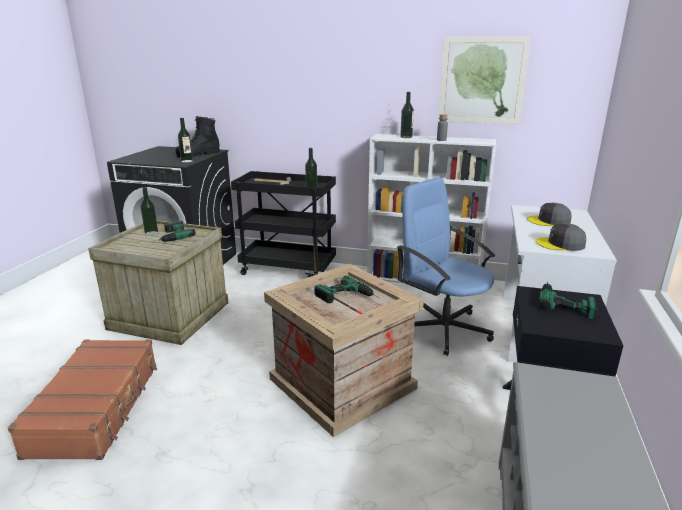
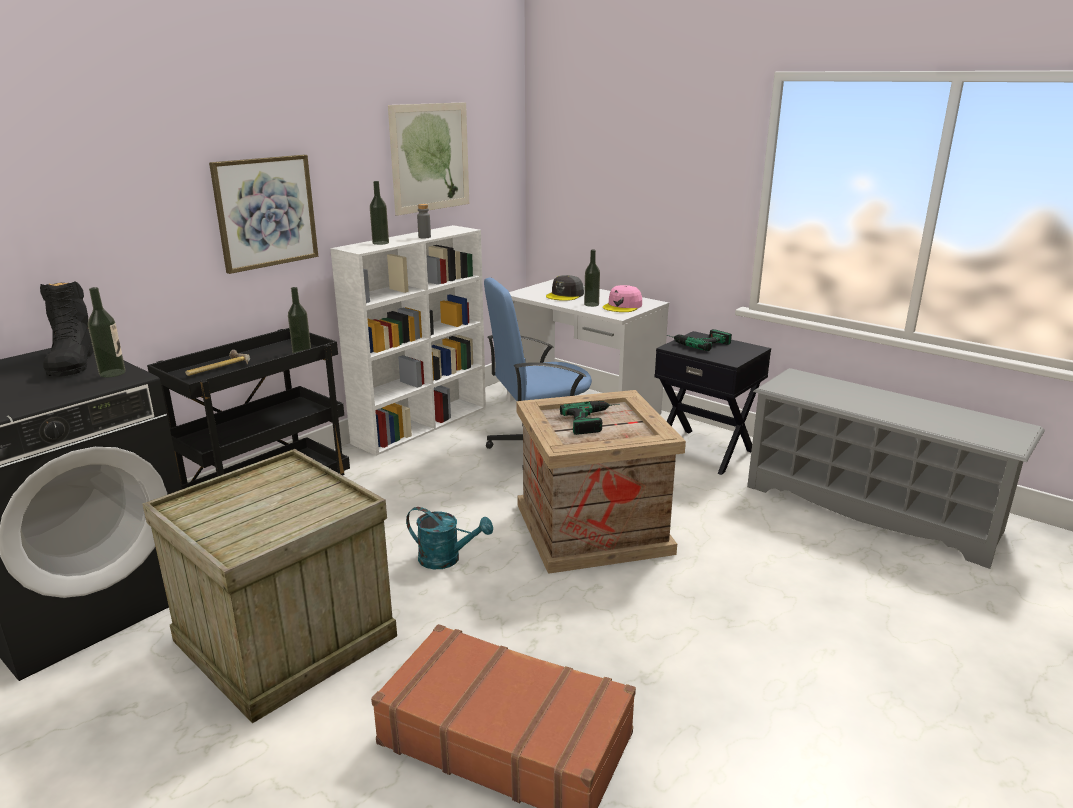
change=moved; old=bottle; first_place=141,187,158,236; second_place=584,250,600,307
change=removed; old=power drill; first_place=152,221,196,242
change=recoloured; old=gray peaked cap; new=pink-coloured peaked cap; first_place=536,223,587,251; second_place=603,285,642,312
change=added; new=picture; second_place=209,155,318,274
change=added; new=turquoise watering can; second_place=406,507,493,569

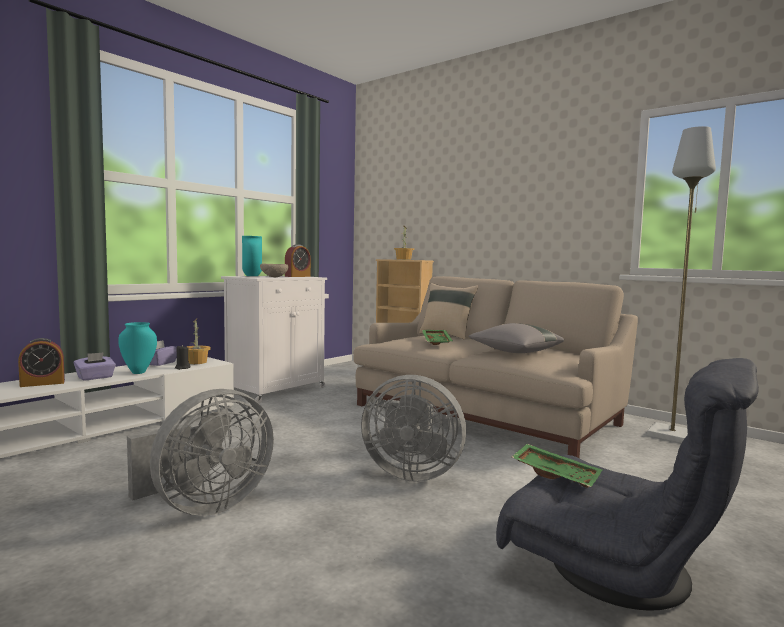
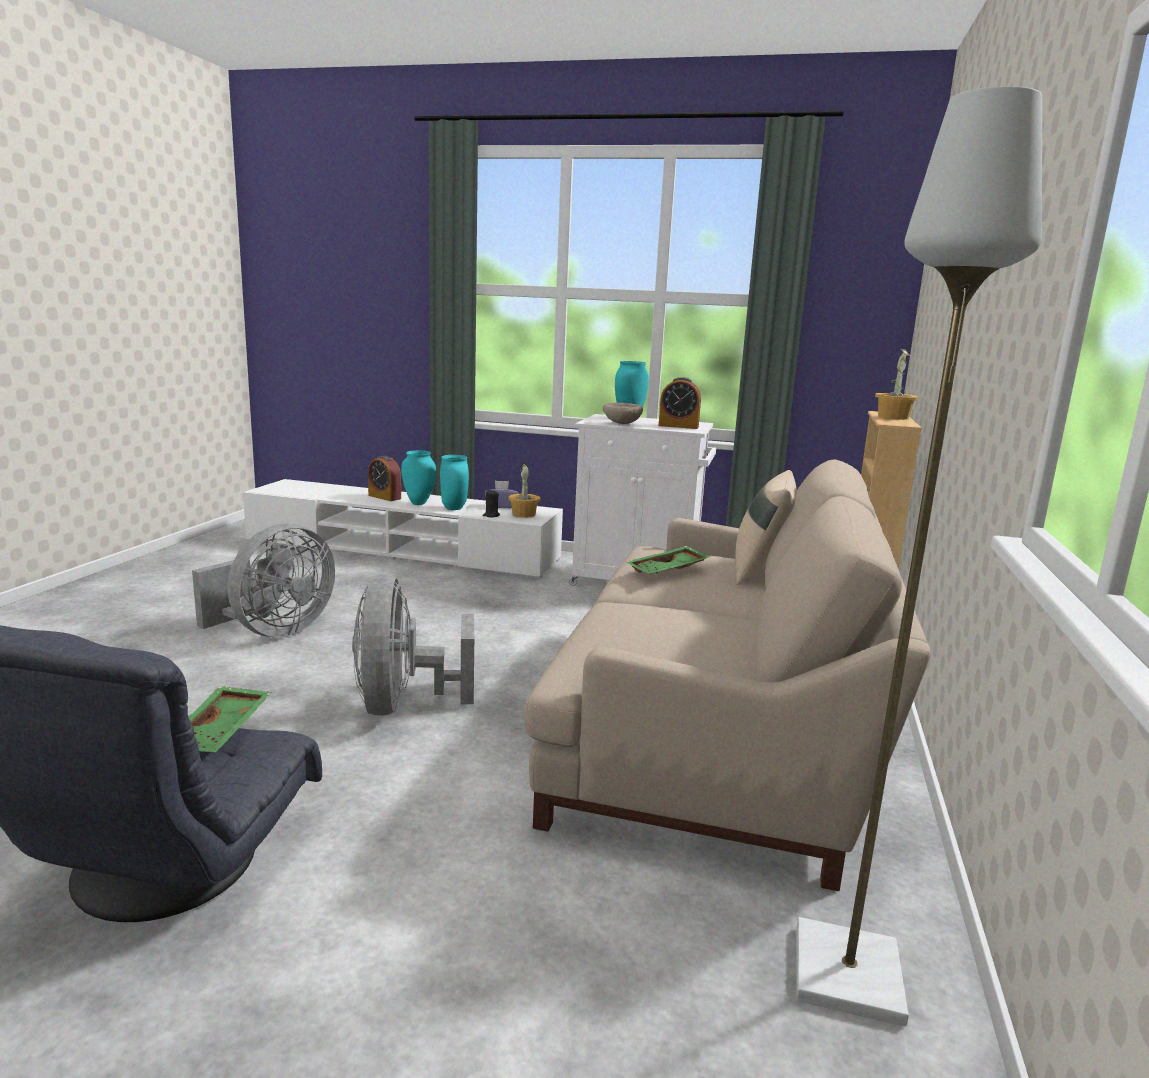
change=removed; old=gray throw pillow; first_place=468,323,564,353
change=replaced; old=purplish tissue box; new=turquoise decorative vase; first_place=74,352,116,381; second_place=401,450,436,505
change=turned; old=gray fan; first_place=127,389,274,516; second_place=192,524,335,637; degrees=-75

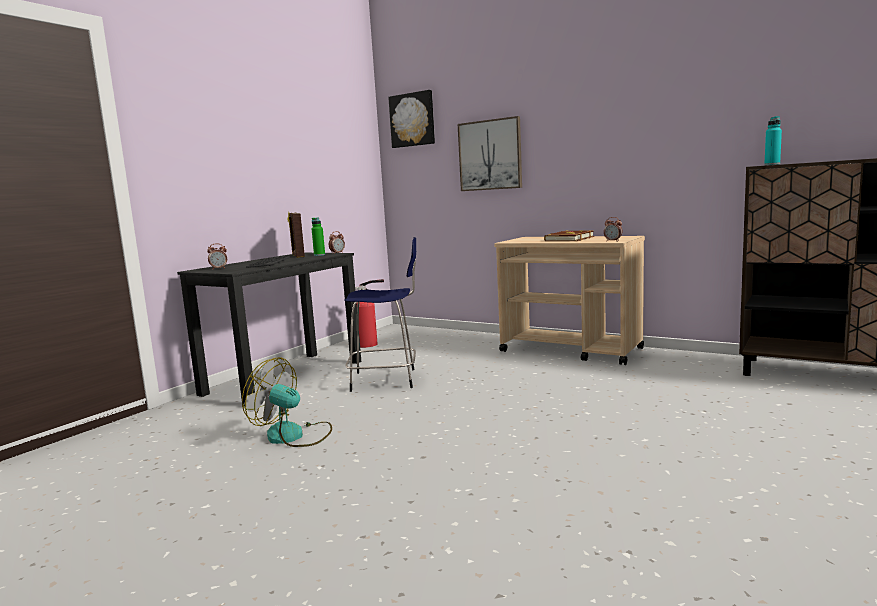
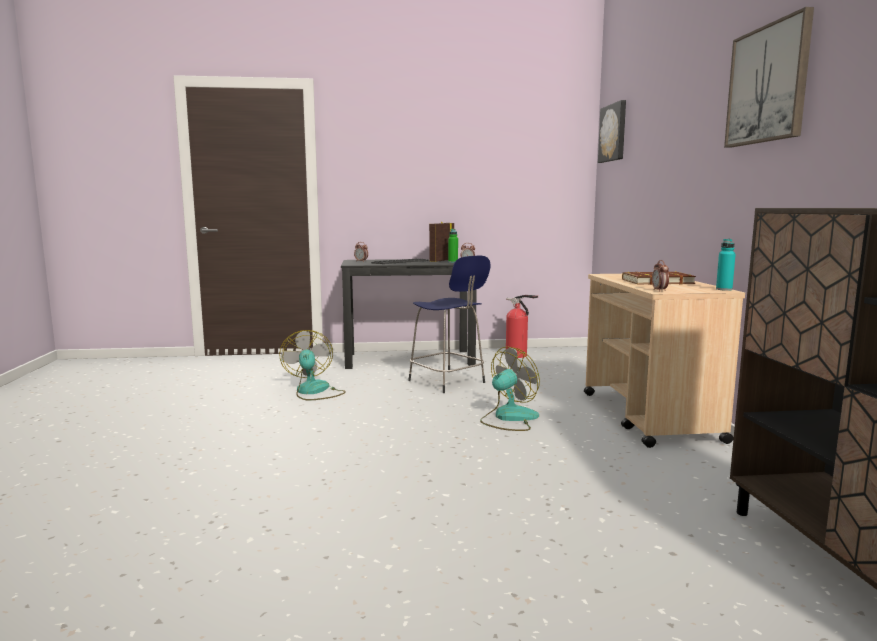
change=moved; old=picture; first_place=458,116,522,191; second_place=724,7,814,148
change=moved; old=turquoise bottle; first_place=764,116,782,165; second_place=716,239,736,291
change=added; new=fan; second_place=480,347,540,431

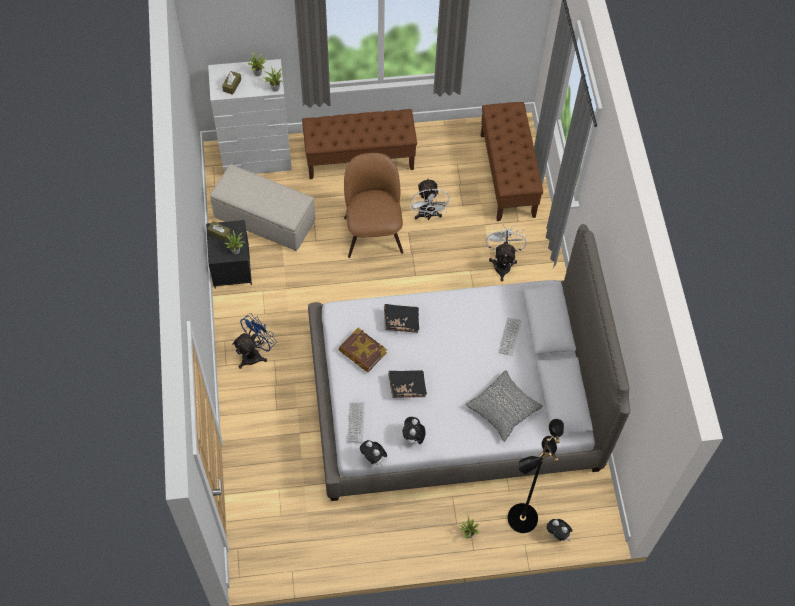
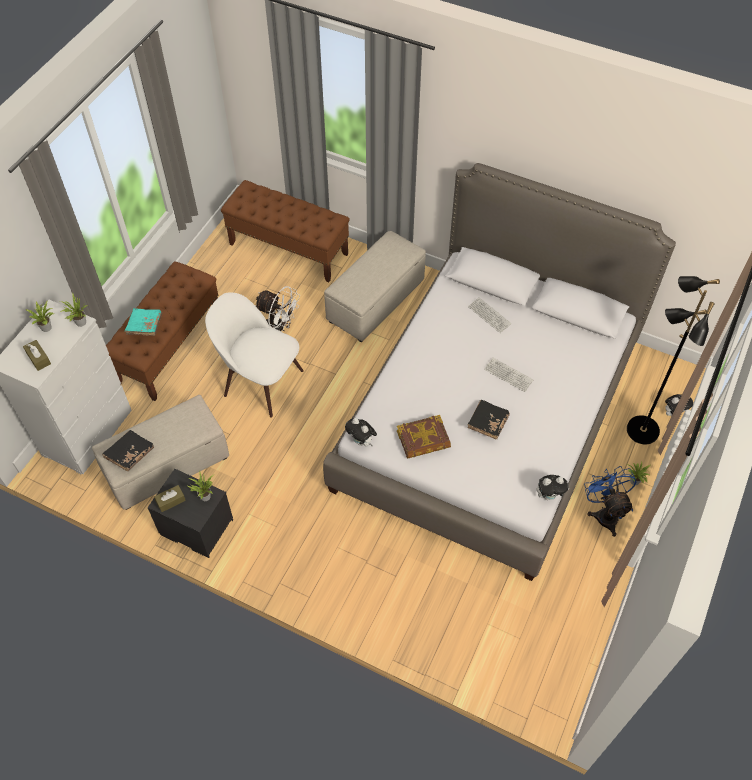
change=recoloured; old=brown chair; new=white-coloured chair; first_place=344,153,404,258; second_place=205,292,304,418
change=replaced; old=white-coloured fan; new=beige ottoman; first_place=486,224,526,281; second_place=324,231,426,342
change=moved; old=black-coloured book; first_place=384,304,419,333; second_place=102,430,154,471
change=moved; old=blue-coloured fan; first_place=232,313,277,369; second_place=584,466,637,537
change=removed; old=gray throw pillow; first_place=465,370,543,442
change=moved; old=computer keyboard; first_place=347,402,365,443; second_place=484,358,534,392
change=moved; old=plush toy; first_place=403,417,426,444; second_place=345,418,377,446
change=added; new=turquoise book; second_place=125,308,162,336

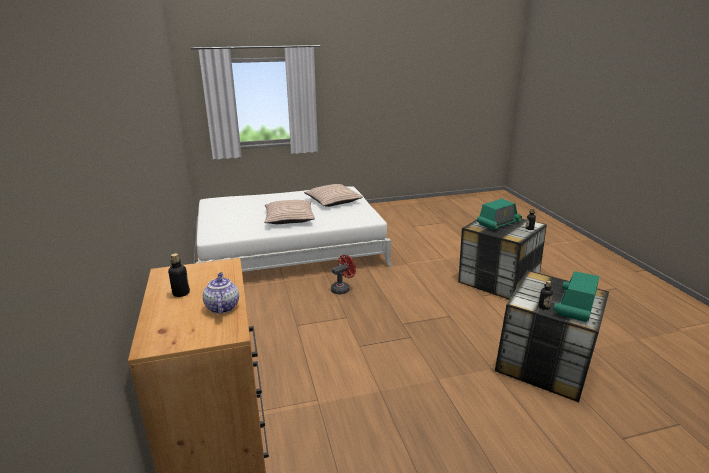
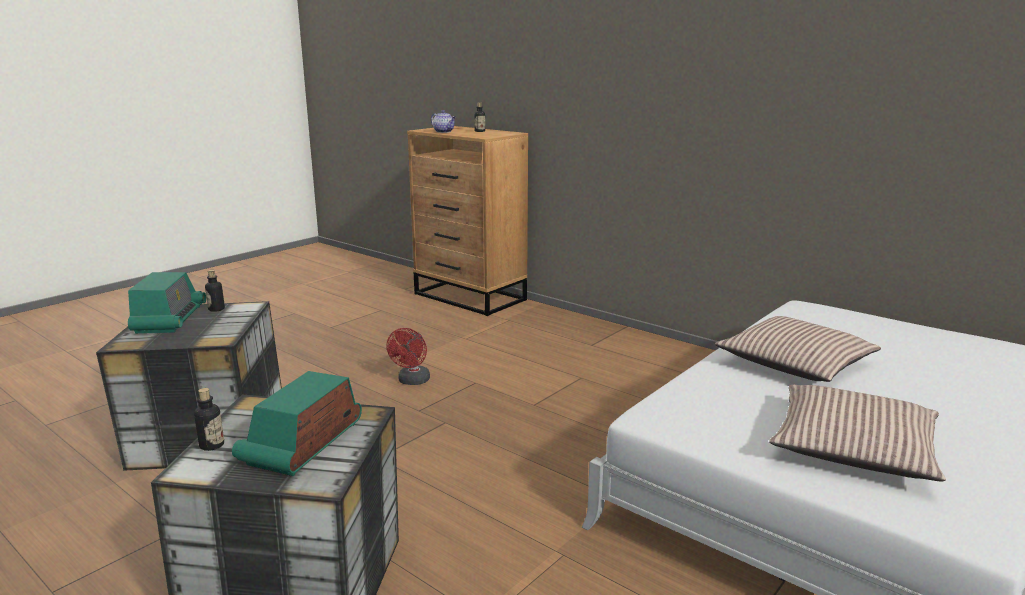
change=moved; old=red fan; first_place=331,255,356,295; second_place=386,328,430,385

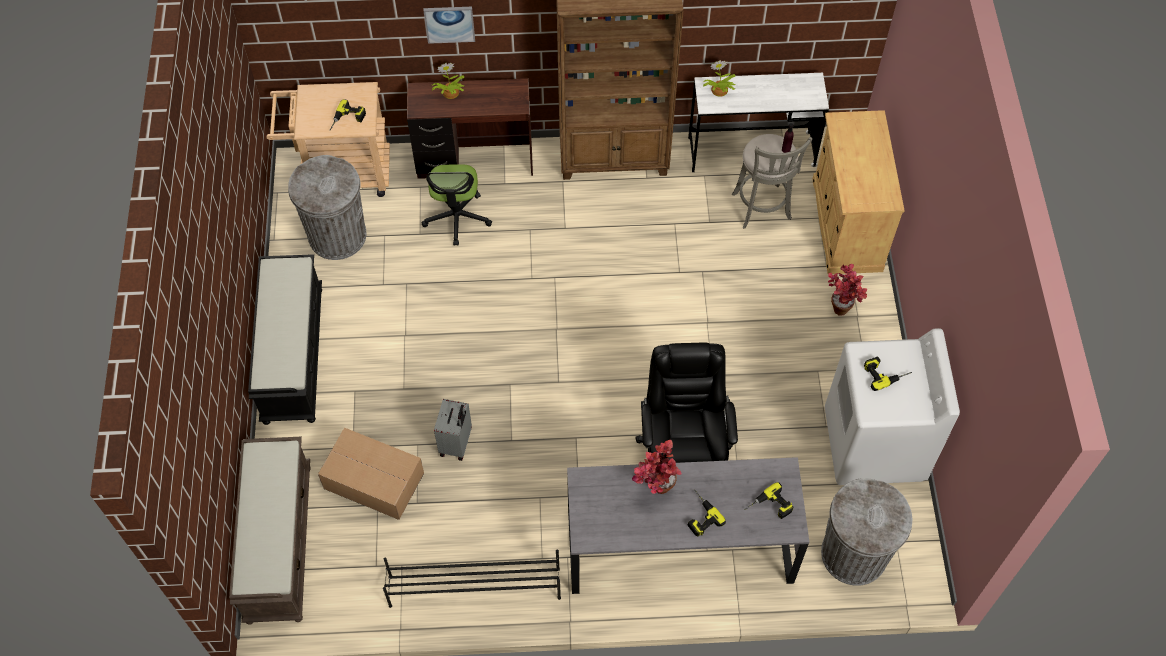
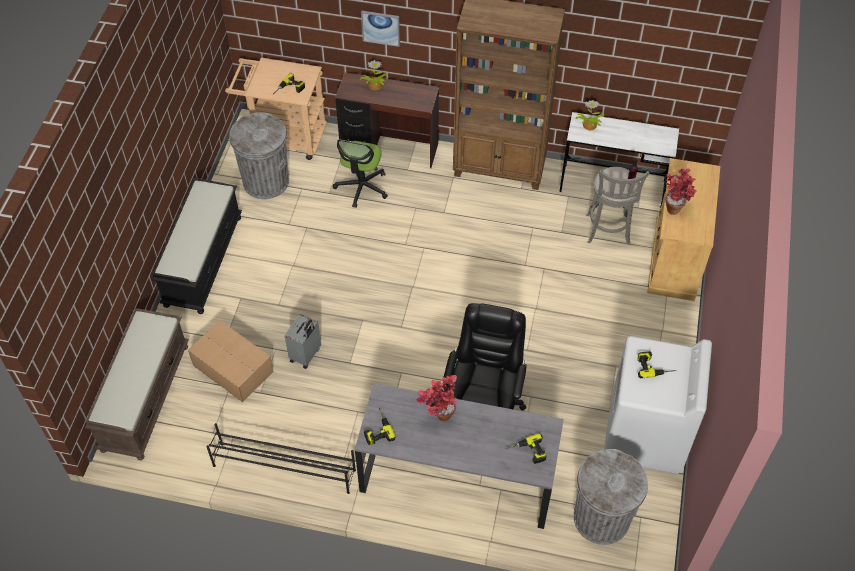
change=moved; old=potted plant; first_place=828,264,867,315; second_place=665,169,697,215
change=moved; old=power drill; first_place=688,490,726,537; second_place=364,408,395,445

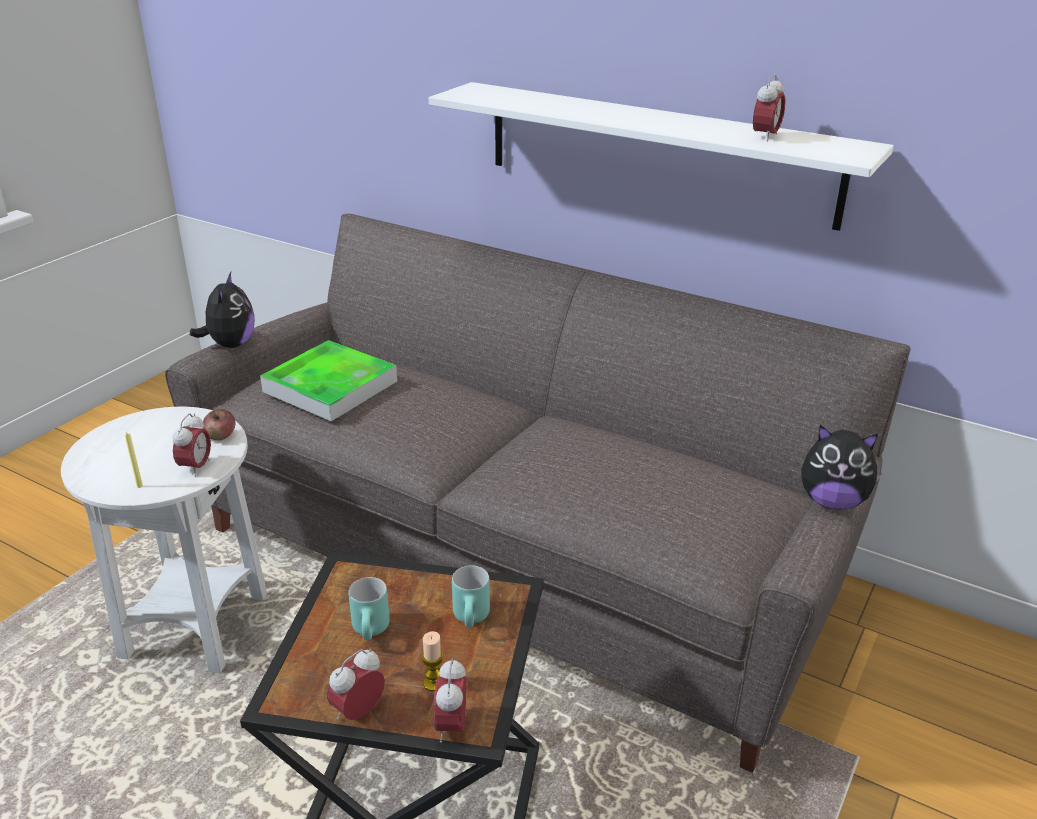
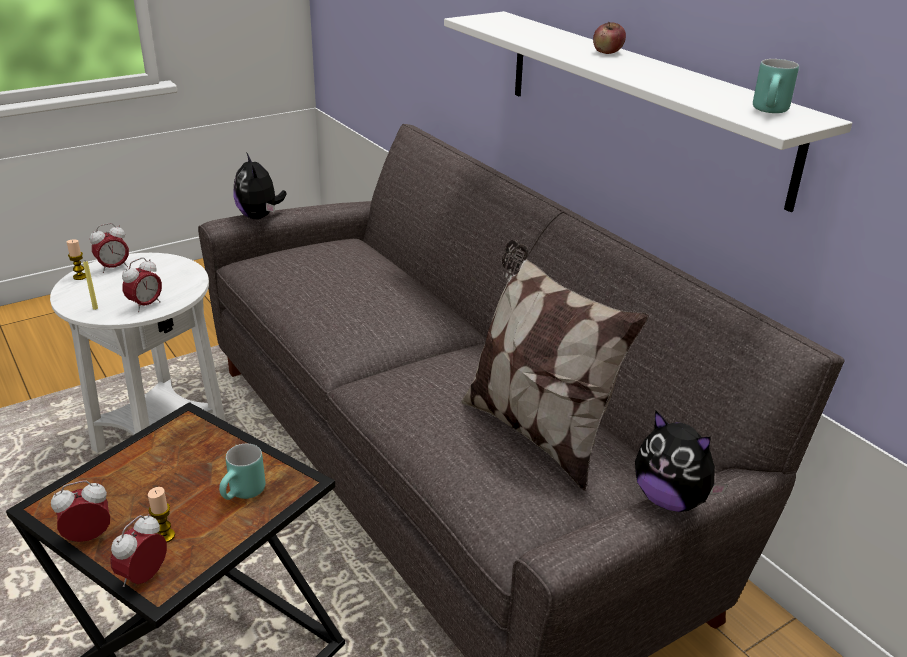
change=moved; old=alarm clock; first_place=753,74,786,142; second_place=90,223,129,273
change=turned; old=plush toy; first_place=190,272,255,348; second_place=233,152,287,219; degrees=135
change=removed; old=serving tray; first_place=260,340,397,421
change=moved; old=apple fruit; first_place=203,409,235,440; second_place=593,22,626,54
change=moved; old=turquoise coffee mug; first_place=349,577,390,641; second_place=753,59,799,113
change=added; new=wax candle; second_place=67,240,86,280
change=added; new=throw pillow; second_place=461,240,649,491

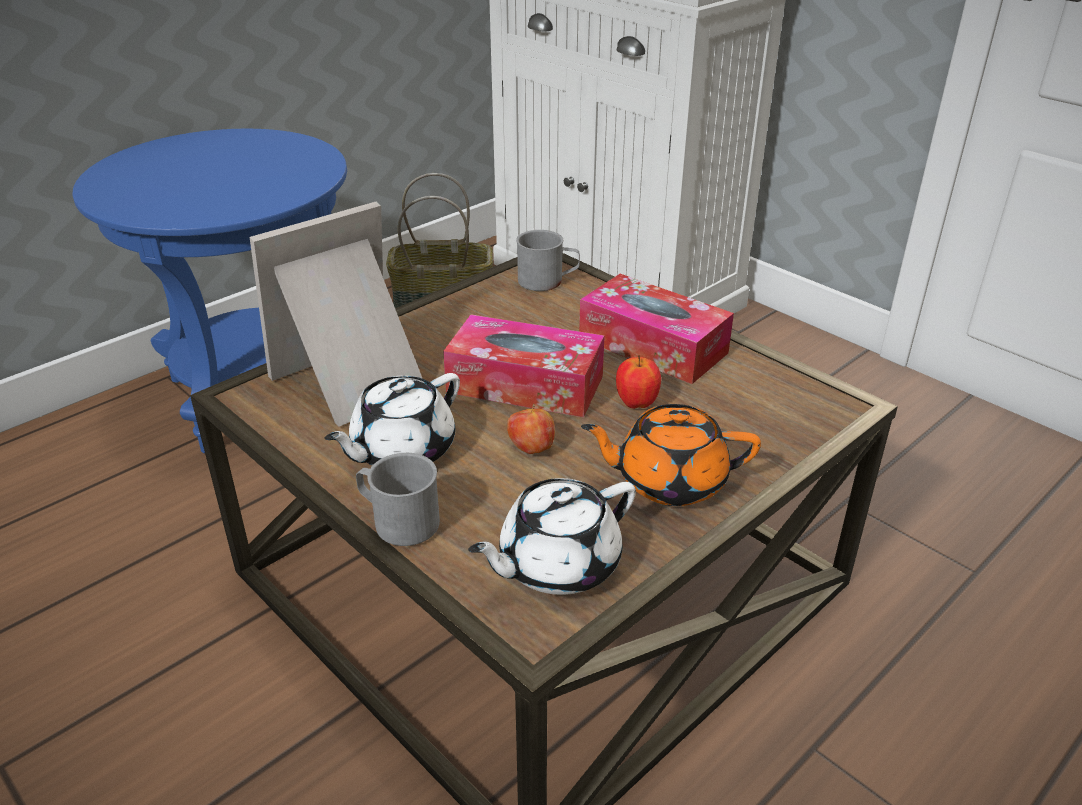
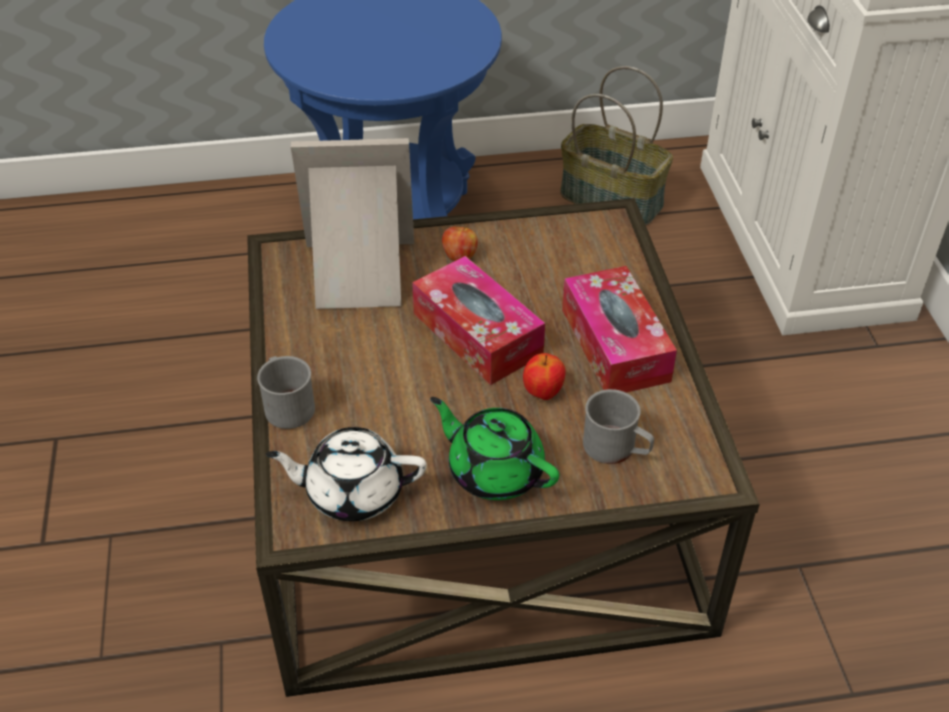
change=moved; old=gray coffee mug; first_place=516,230,580,291; second_place=583,389,654,464
change=removed; old=white-coloured tea pot; first_place=324,373,460,466
change=moved; old=apple fruit; first_place=507,404,555,454; second_place=442,225,478,261
change=recoloured; old=orange tea pot; new=green-coloured tea pot; first_place=581,404,761,506; second_place=430,397,559,500

